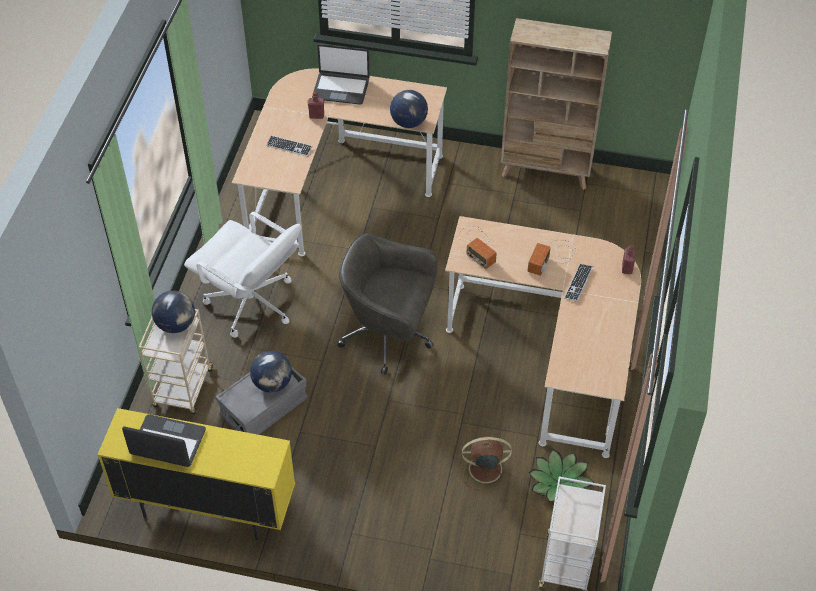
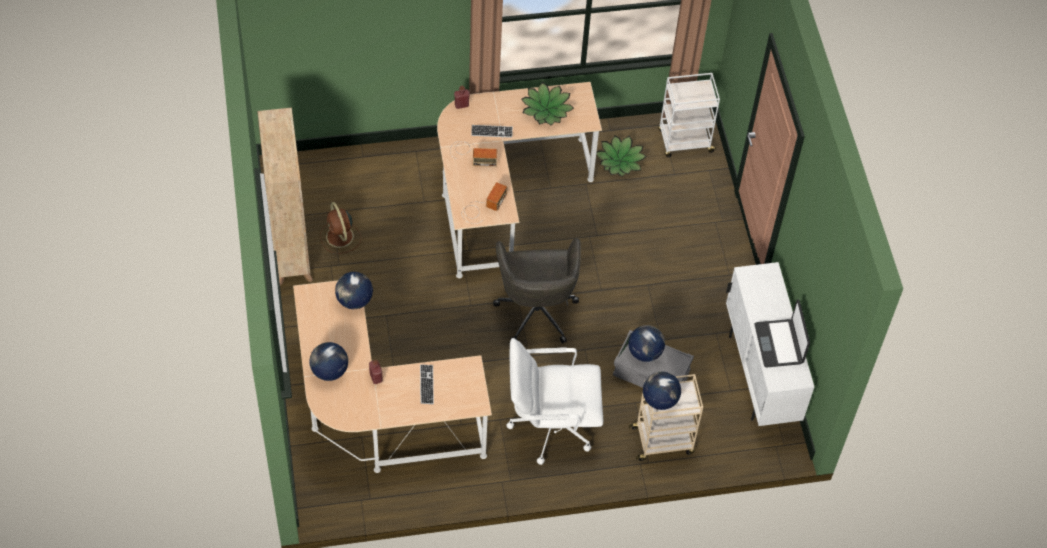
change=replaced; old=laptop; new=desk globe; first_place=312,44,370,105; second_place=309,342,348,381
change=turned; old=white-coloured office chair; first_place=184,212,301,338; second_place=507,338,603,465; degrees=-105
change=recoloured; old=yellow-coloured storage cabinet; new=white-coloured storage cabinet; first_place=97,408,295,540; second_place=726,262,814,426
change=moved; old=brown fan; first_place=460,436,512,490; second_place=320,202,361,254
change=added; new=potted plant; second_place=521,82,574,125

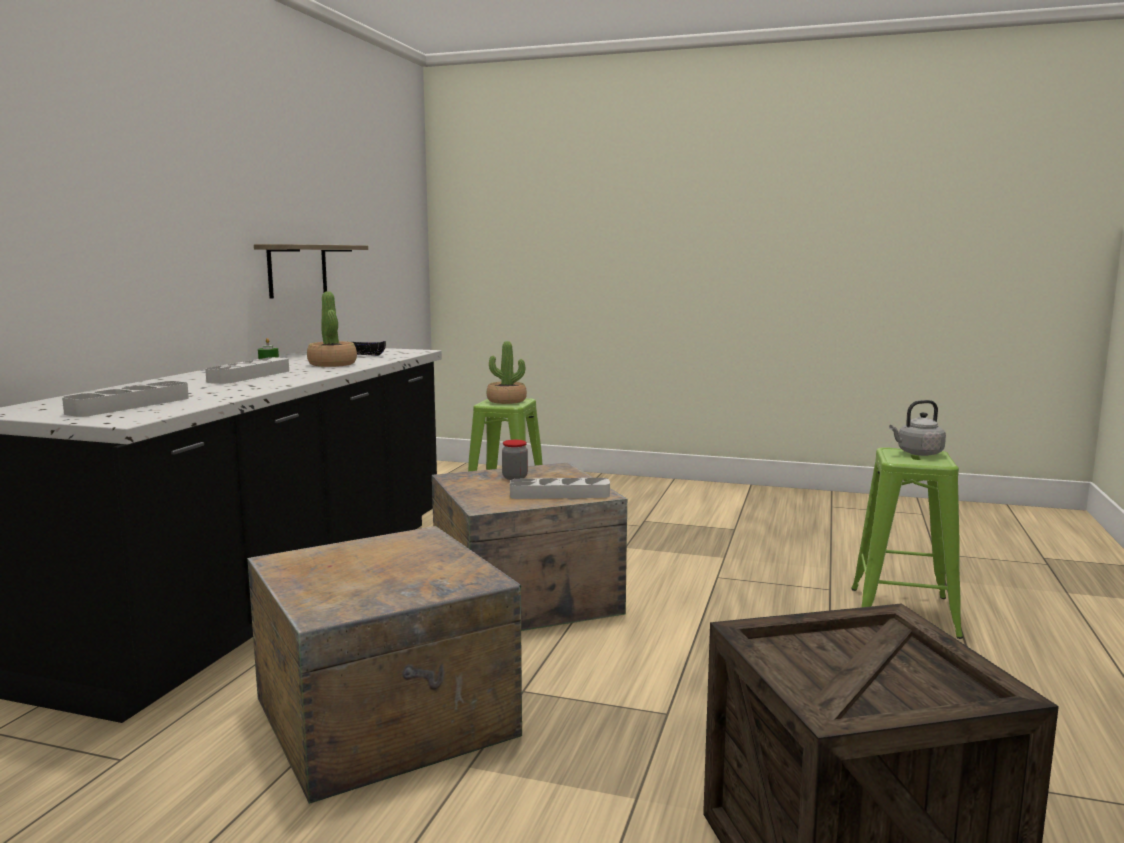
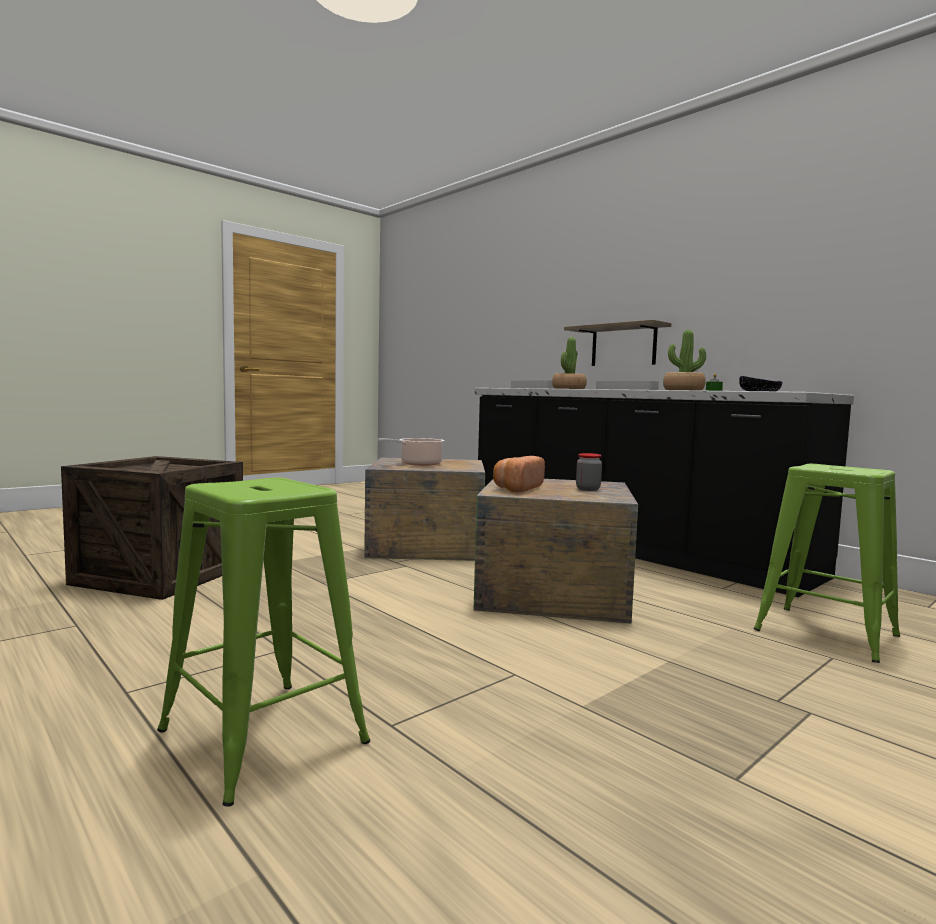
change=moved; old=shelf; first_place=254,244,368,299; second_place=564,320,672,366
change=moved; old=potted plant; first_place=487,341,527,404; second_place=552,337,587,389
change=removed; old=gray water kettle; first_place=889,400,946,456
change=replaced; old=gray serving tray; new=baked bread; first_place=510,478,610,499; second_place=493,456,545,492
change=added; new=cooking pot; second_place=378,438,445,466

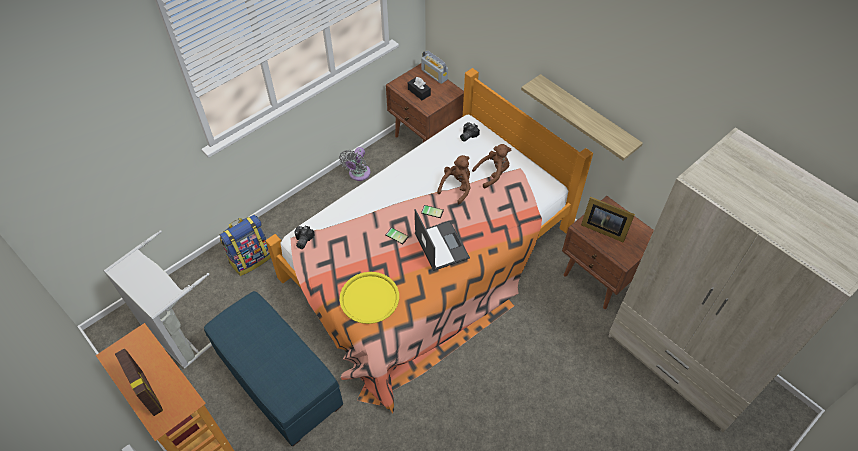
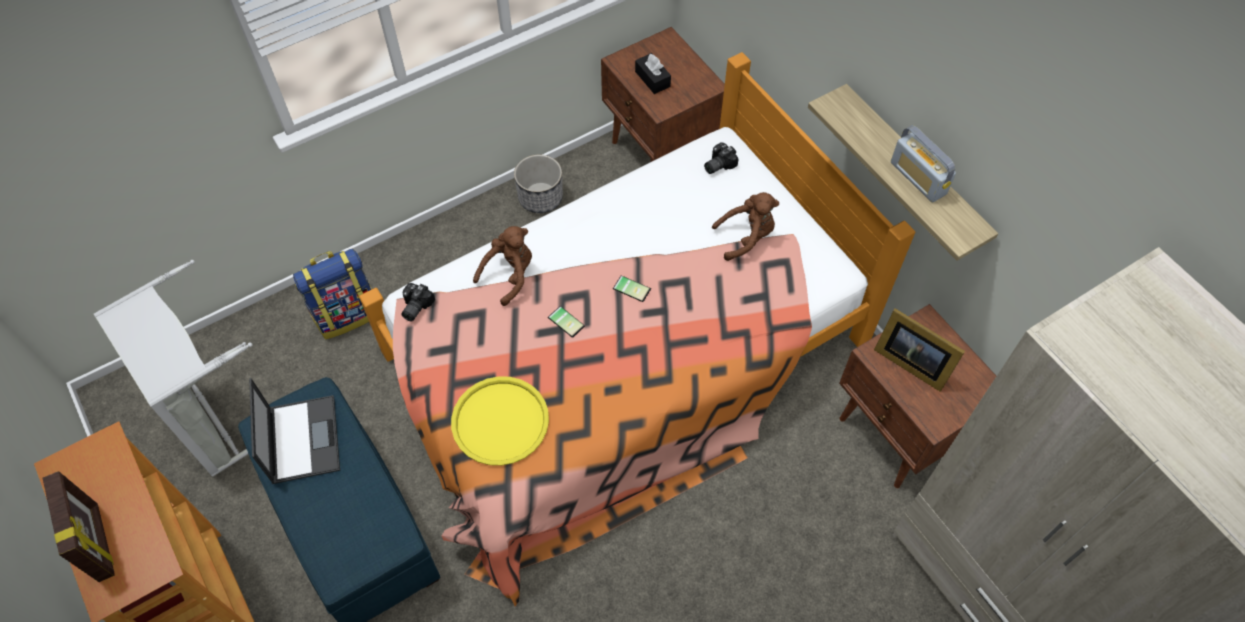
change=moved; old=radio; first_place=421,50,448,84; second_place=891,125,956,202
change=replaced; old=gray fan; new=flower pot; first_place=339,147,371,181; second_place=514,154,563,213
change=moved; old=brown plush toy; first_place=437,155,471,204; second_place=473,226,532,306
change=moved; old=laptop; first_place=415,209,470,271; second_place=249,378,340,484

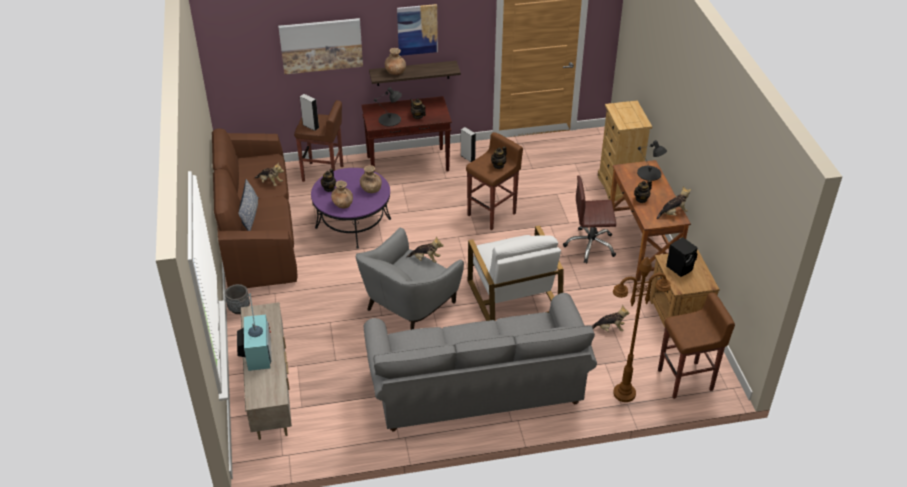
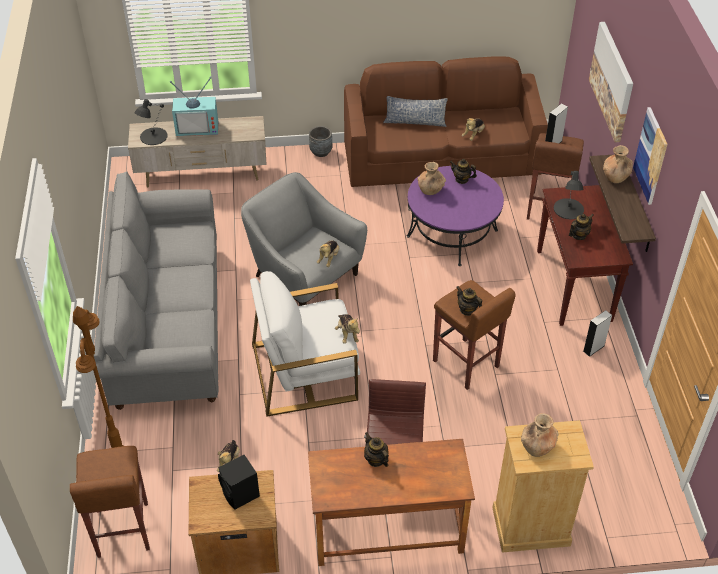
change=moved; old=black-coloured lamp for a table; first_place=637,140,667,181; second_place=134,99,168,145
change=moved; old=brown decorative vase; first_place=360,165,382,193; second_place=521,413,559,457
change=moved; old=plush toy; first_place=657,186,691,219; second_place=335,314,360,344

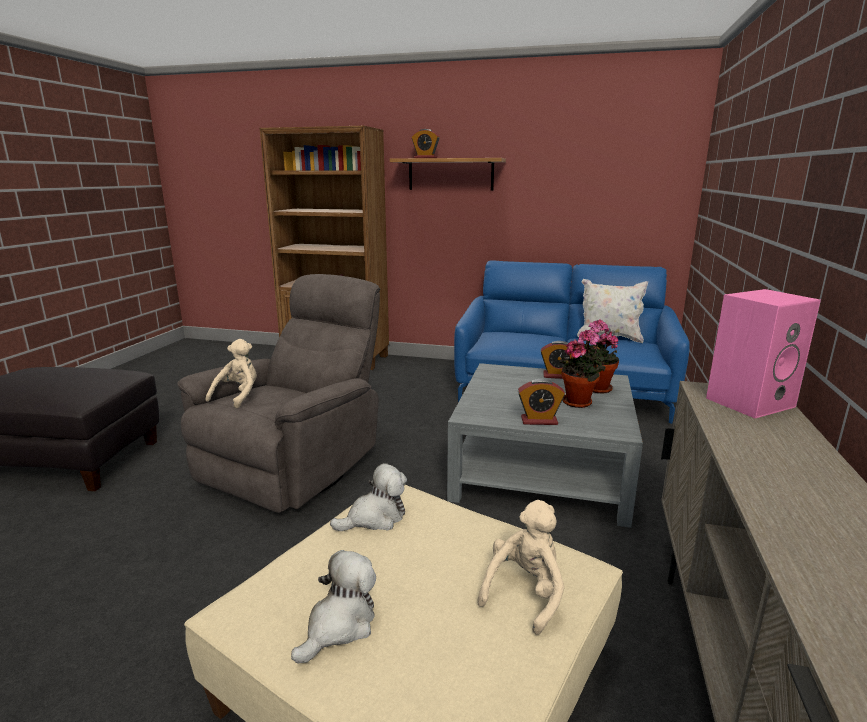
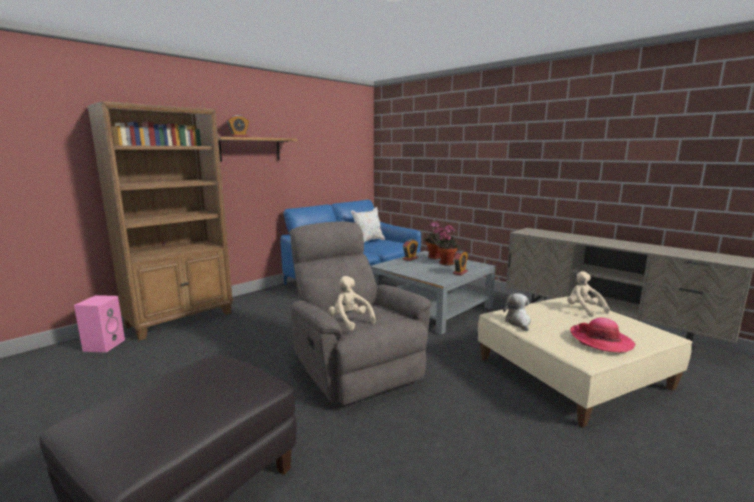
change=moved; old=pink-coloured loudspeaker; first_place=706,289,821,418; second_place=74,295,125,353
change=replaced; old=plush toy; new=clothing hat; first_place=291,550,376,664; second_place=570,318,636,352

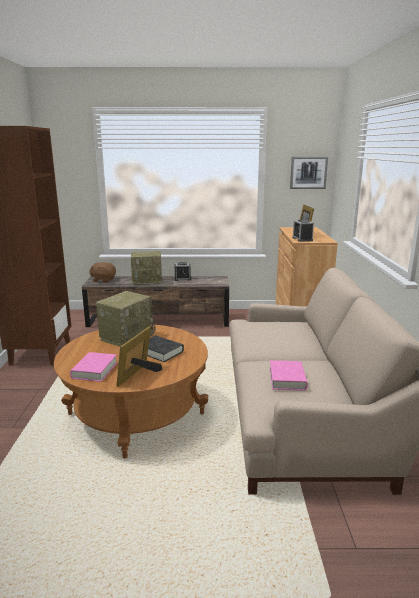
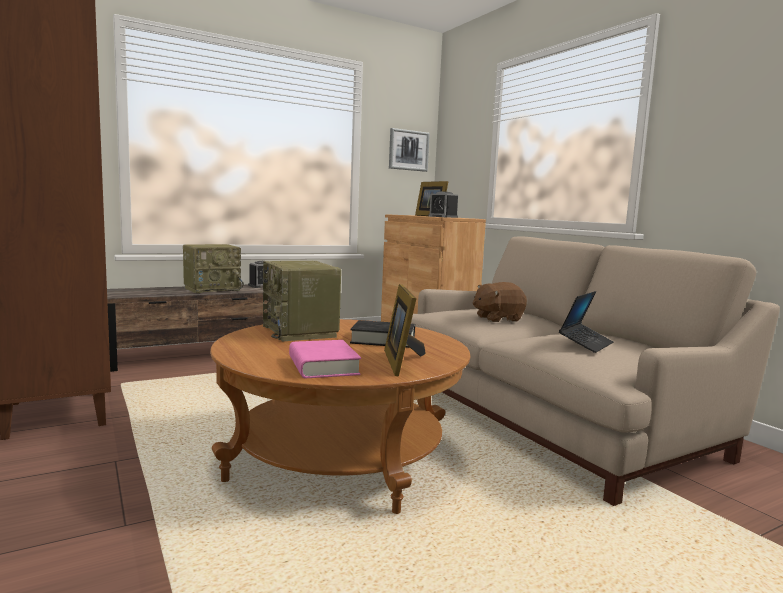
change=moved; old=brown plush toy; first_place=89,262,116,283; second_place=473,282,527,322
change=turned; old=radio; first_place=96,291,156,347; second_place=263,261,341,341; degrees=150
change=replaced; old=pink-coloured book; new=laptop; first_place=270,360,308,390; second_place=559,291,613,353

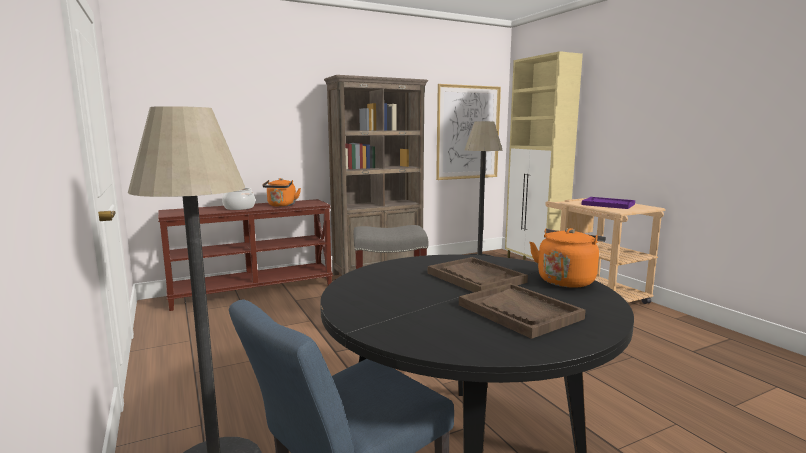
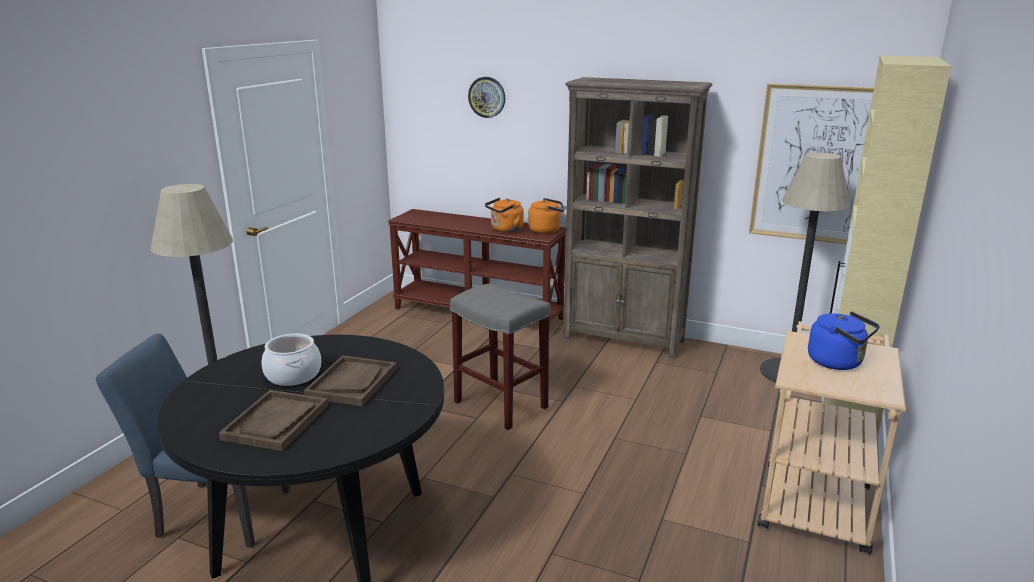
change=moved; old=cooking pot; first_place=222,188,255,210; second_place=261,333,321,386
change=replaced; old=purplish serving tray; new=blue-coloured water kettle; first_place=581,197,635,209; second_place=808,311,880,370
change=moved; old=orange water kettle; first_place=529,228,606,288; second_place=528,198,564,234
change=added; new=hanging clock; second_place=468,77,505,118

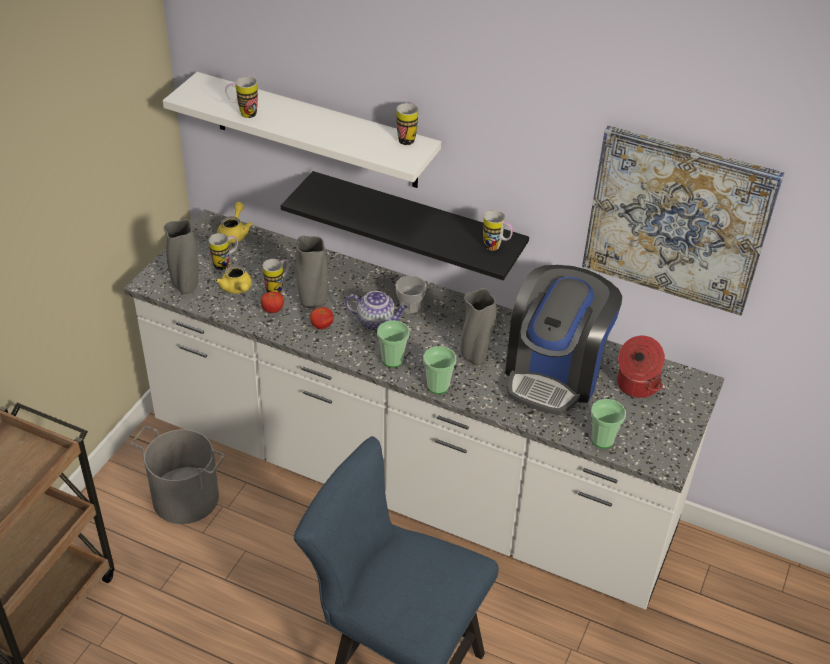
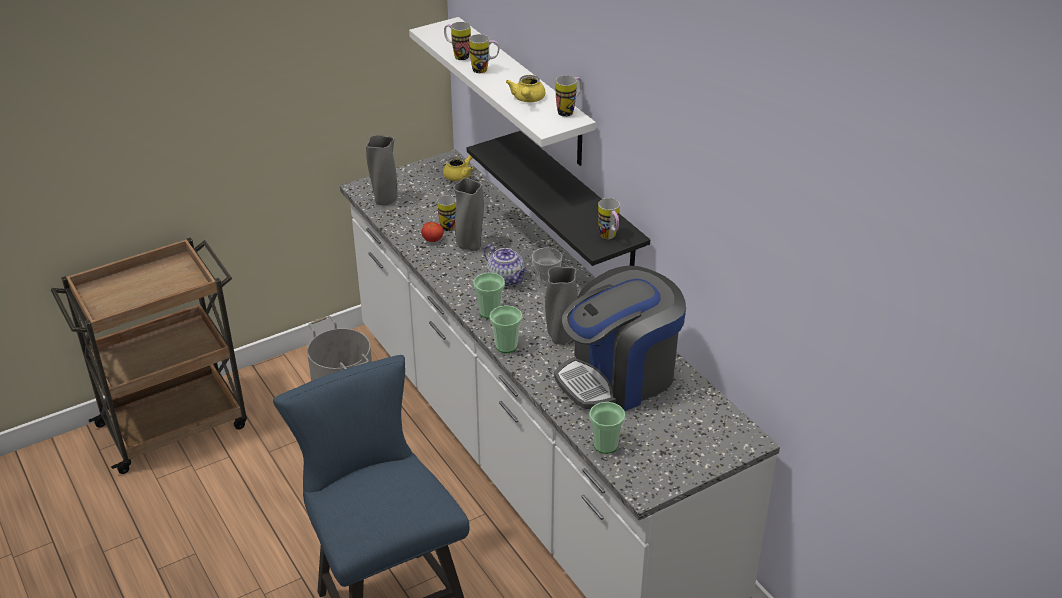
change=removed; old=picture; first_place=582,125,784,316
change=moved; old=coffee mug; first_place=209,233,238,270; second_place=469,34,499,73
change=moved; old=yellow-coloured tea pot; first_place=215,265,252,294; second_place=506,75,545,102
change=removed; old=whole tomato; first_place=310,307,333,329
change=removed; old=cooking pot; first_place=617,336,665,398

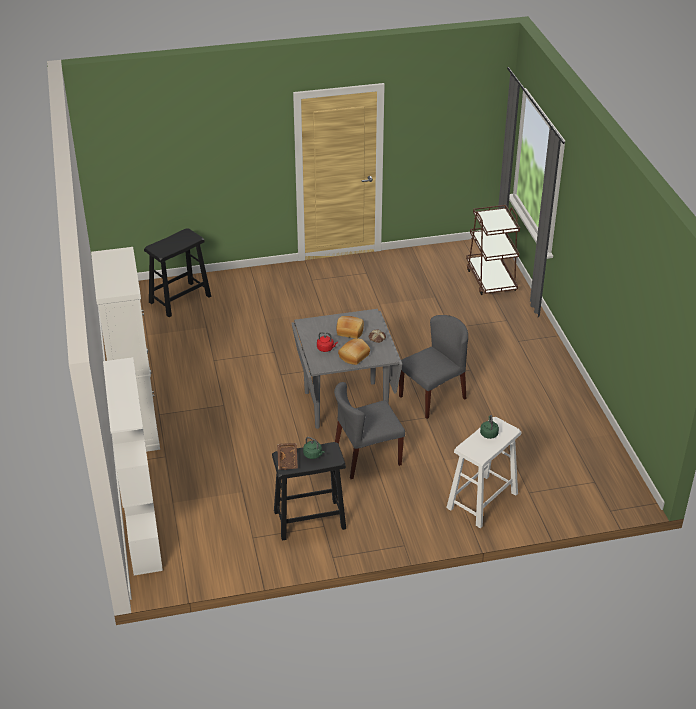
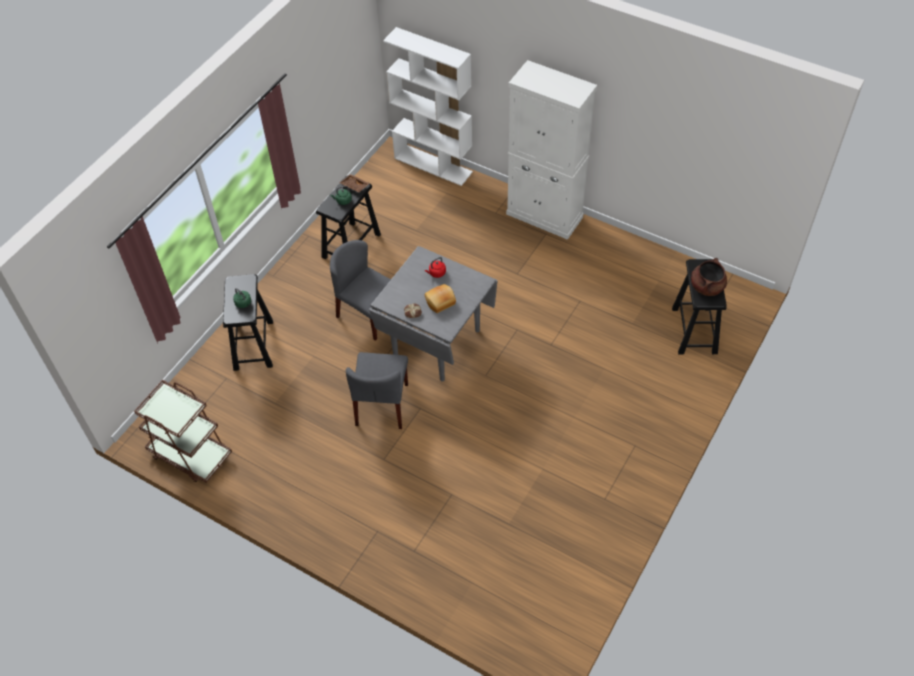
change=moved; old=brown trolley; first_place=466,205,520,295; second_place=134,380,232,483
change=removed; old=baked bread; first_place=338,339,370,365
change=turned; old=gray chair; first_place=334,382,405,479; second_place=330,240,391,341; degrees=-75
change=recoloured; old=white-coloured stool; new=black-coloured stool; first_place=446,417,521,528; second_place=223,274,273,371
change=added; new=brown cooking pot; second_place=691,258,727,296

